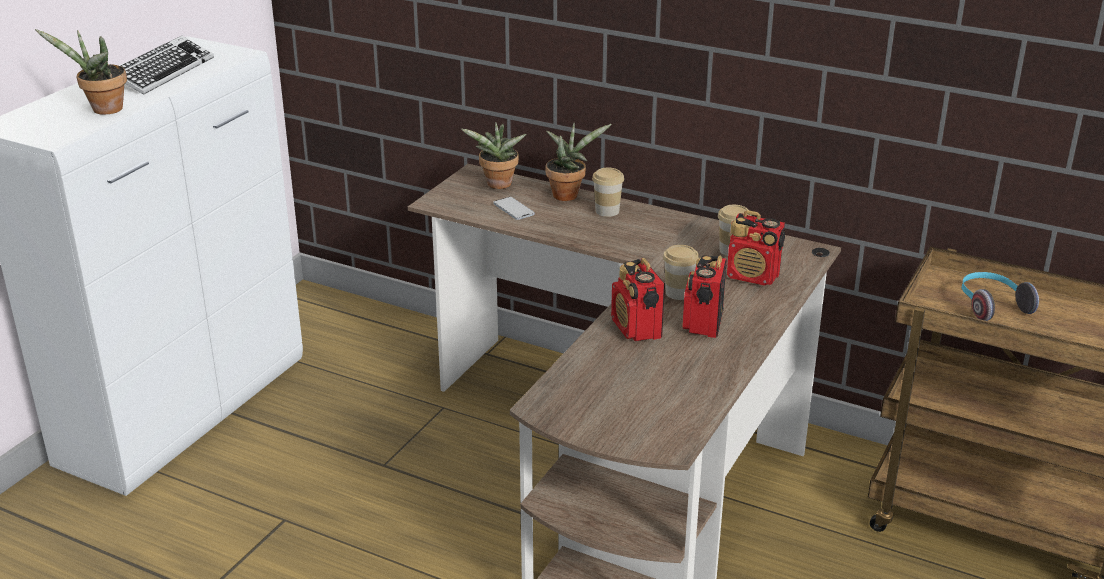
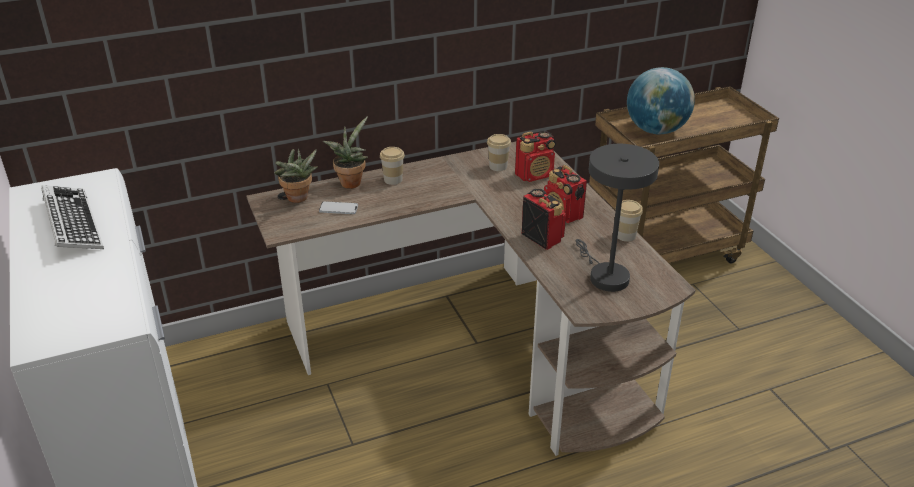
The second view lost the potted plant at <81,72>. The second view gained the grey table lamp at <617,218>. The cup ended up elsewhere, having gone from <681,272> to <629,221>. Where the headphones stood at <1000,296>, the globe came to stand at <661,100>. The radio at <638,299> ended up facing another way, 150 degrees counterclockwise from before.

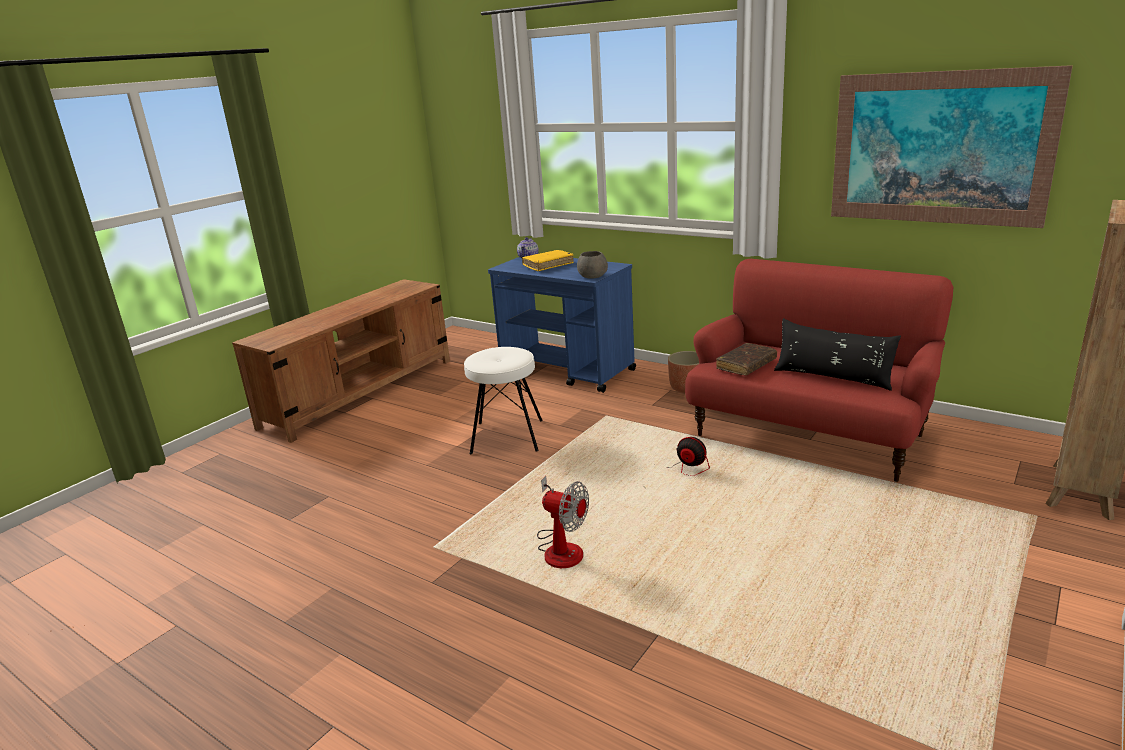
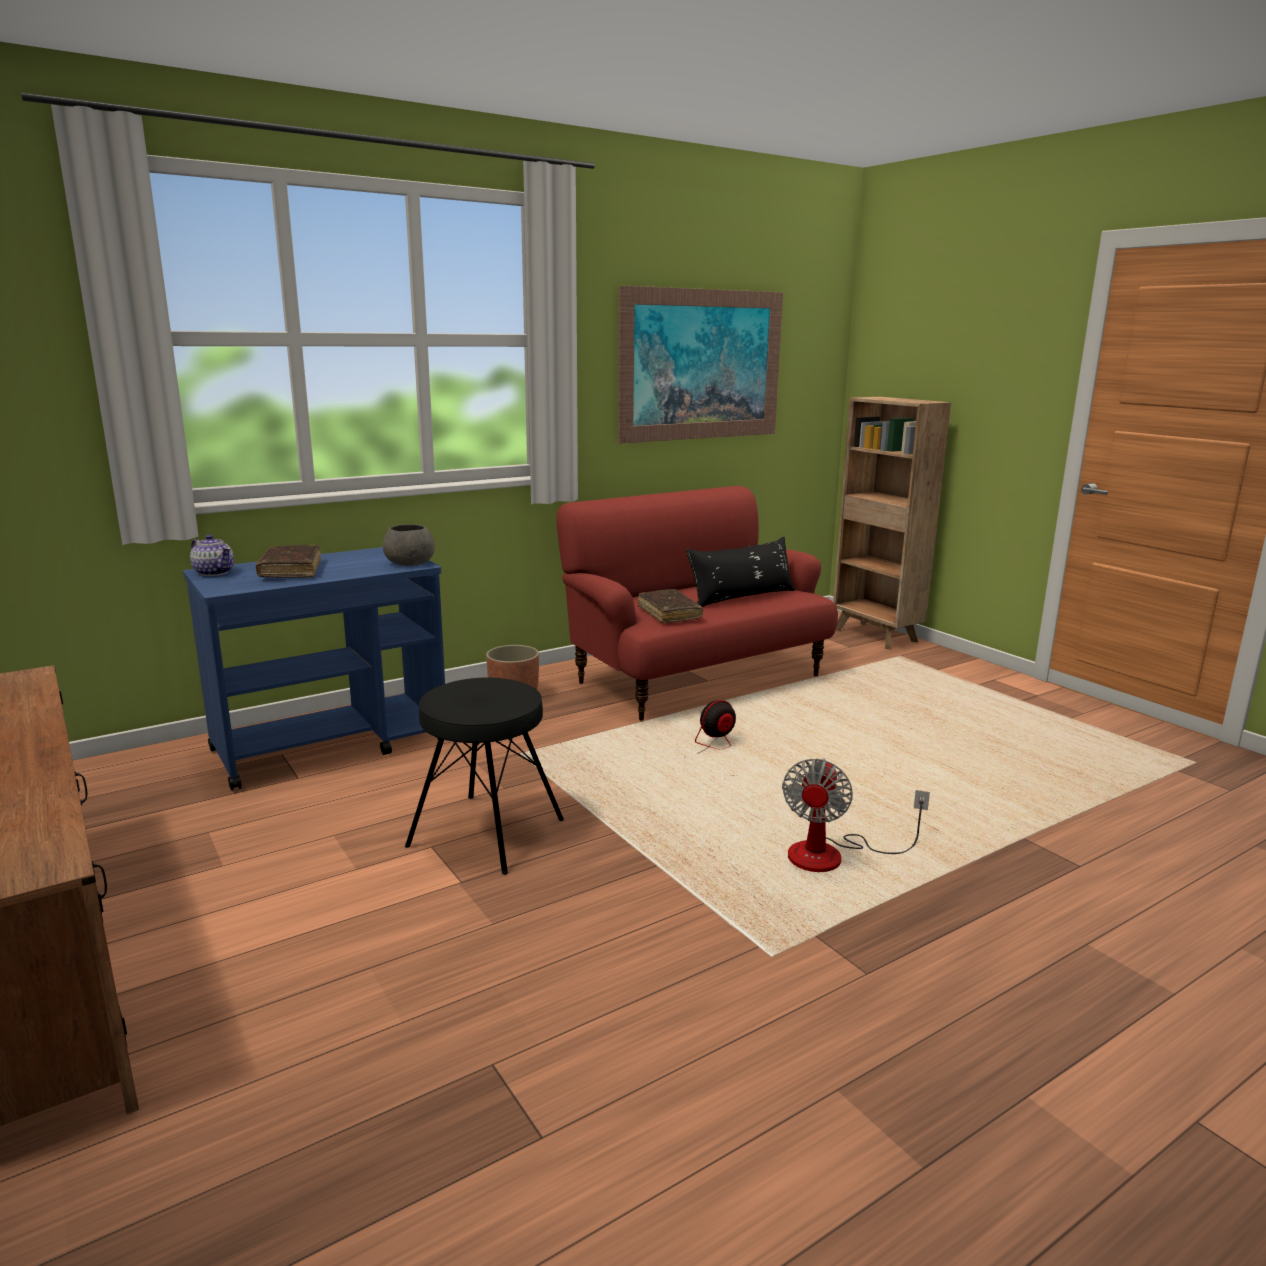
What was the white stool at <503,400> turned into the black stool at <484,776>. What was the yellow book at <548,260> turned into the brown book at <288,561>. The fan at <563,522> ended up facing another way, 150 degrees clockwise from before.

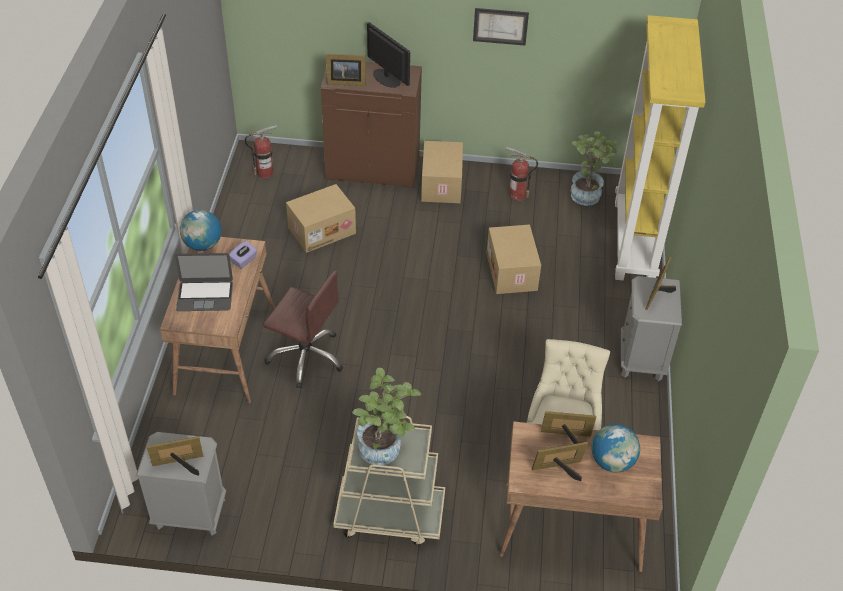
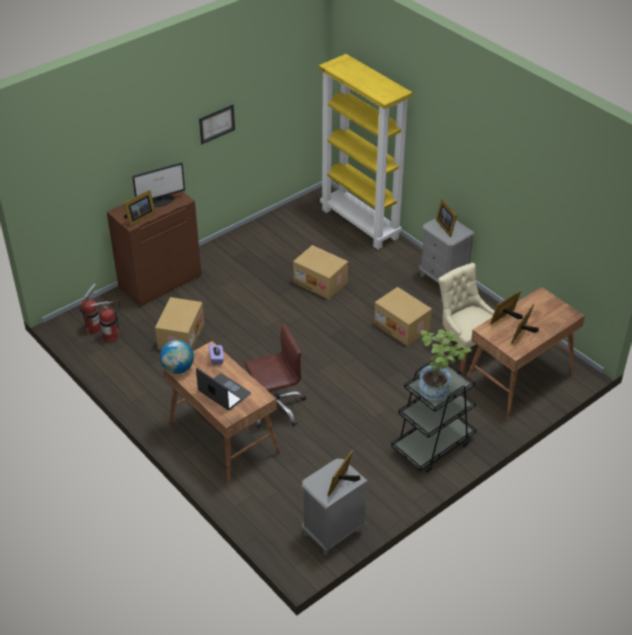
The second view lost the potted plant at <594,169>. The second view lost the globe at <615,448>. The cardboard box ended up elsewhere, having gone from <442,172> to <403,316>. The fire extinguisher ended up elsewhere, having gone from <522,174> to <105,322>. What was the beige cart at <389,480> turned into the black cart at <434,417>. The laptop at <204,282> ended up facing another way, 90 degrees counterclockwise from before. The monitor at <388,55> ended up facing another way, 150 degrees clockwise from before.

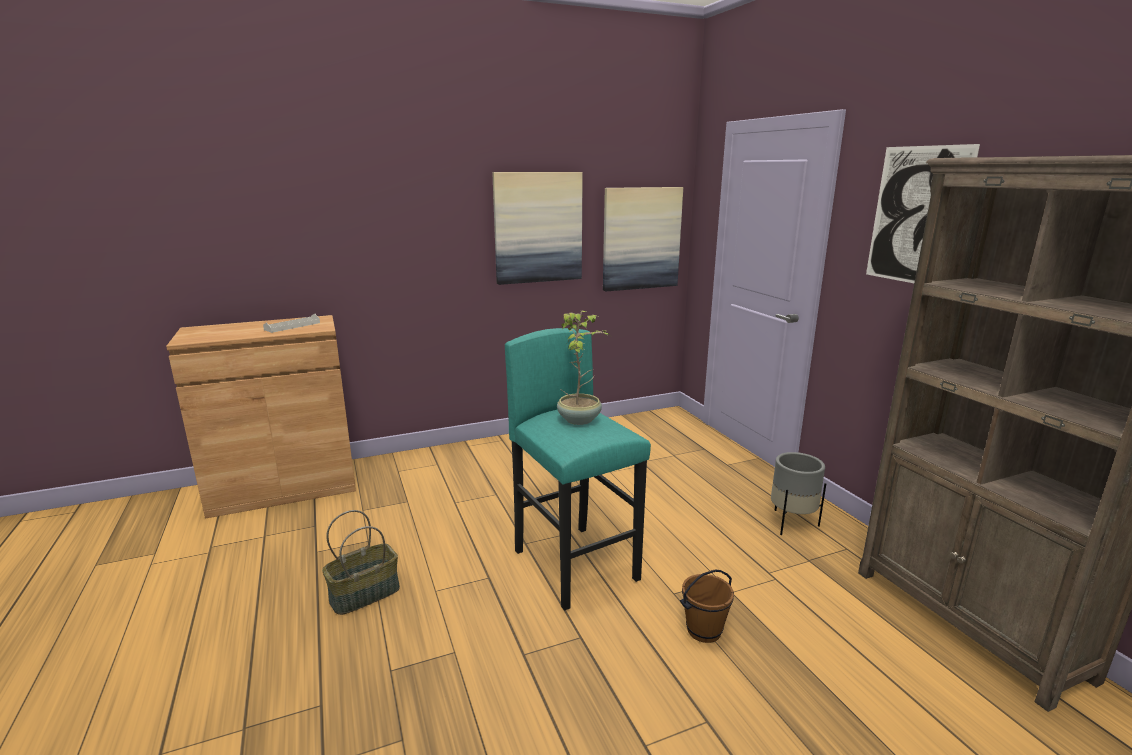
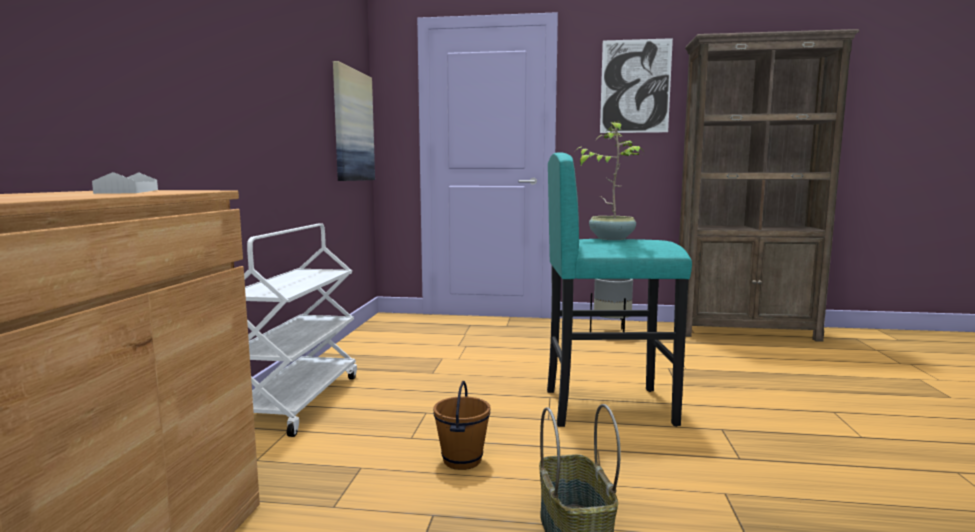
The second view lost the picture at <537,228>. The second view gained the white cart at <300,330>. The brown bucket ended up elsewhere, having gone from <707,606> to <461,425>.

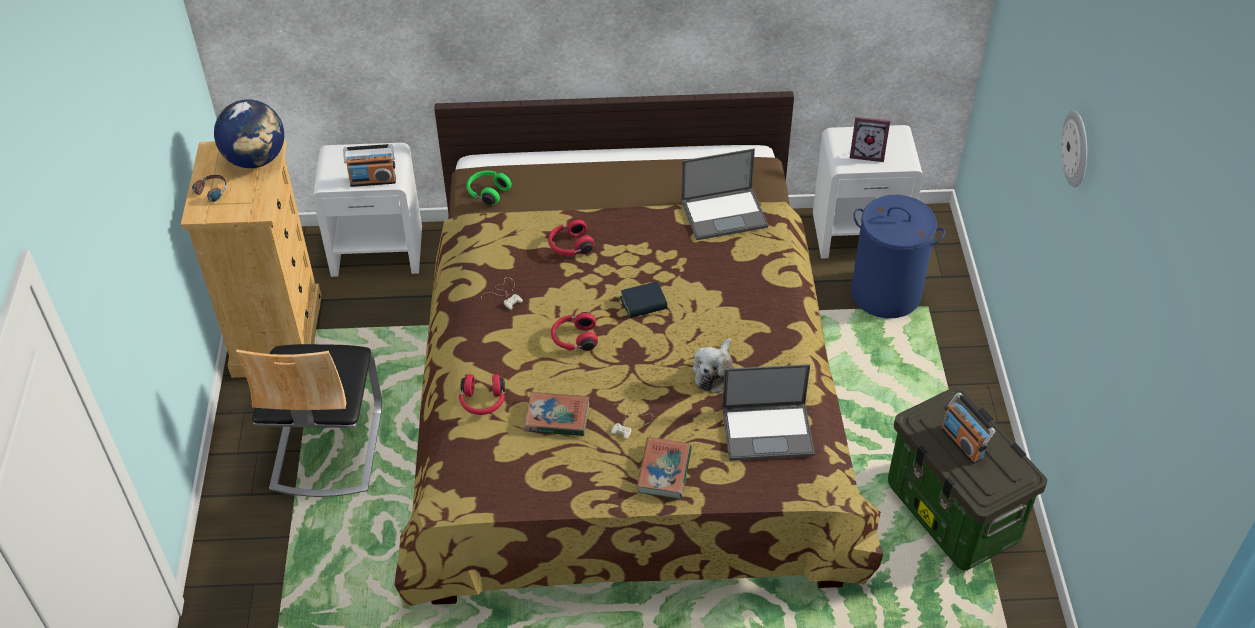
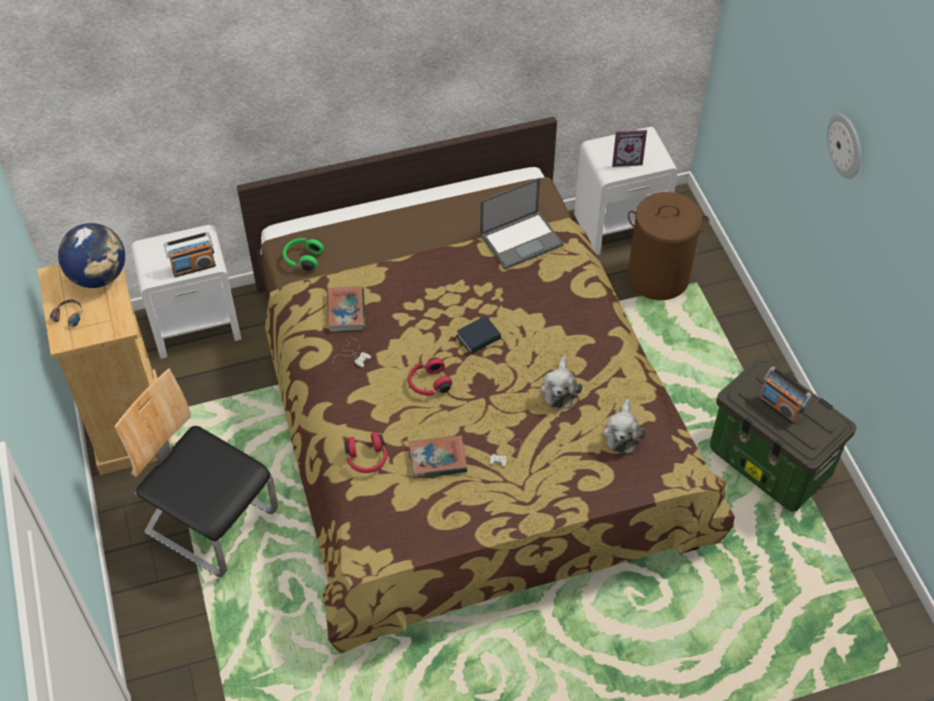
The second view lost the red headphones at <571,237>. The book ended up elsewhere, having gone from <664,468> to <346,309>. Where the laptop stood at <768,412>, the plush toy came to stand at <624,426>. What was the blue laundry basket at <898,256> turned into the brown laundry basket at <668,246>. The chair at <309,420> ended up facing another way, 135 degrees clockwise from before.

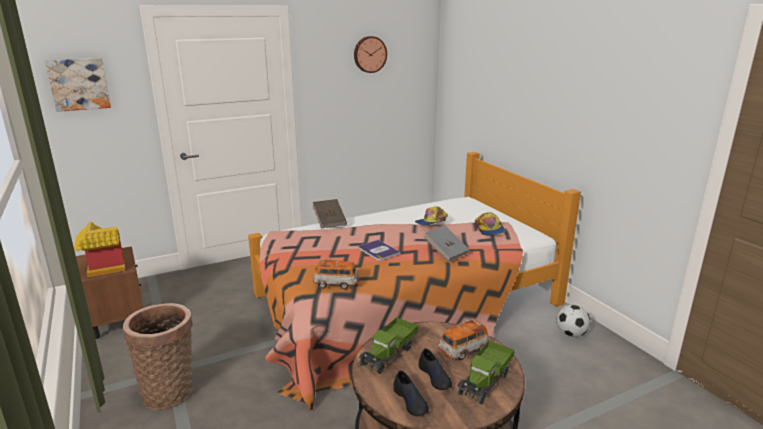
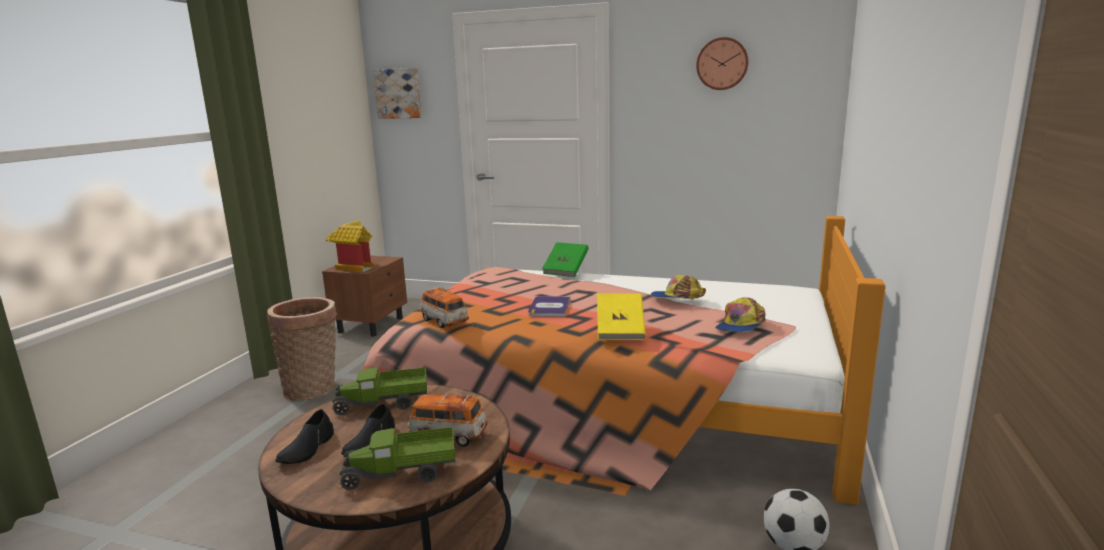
What was the brown book at <330,213> turned into the green book at <565,259>. What was the grey book at <447,244> turned into the yellow book at <621,316>.

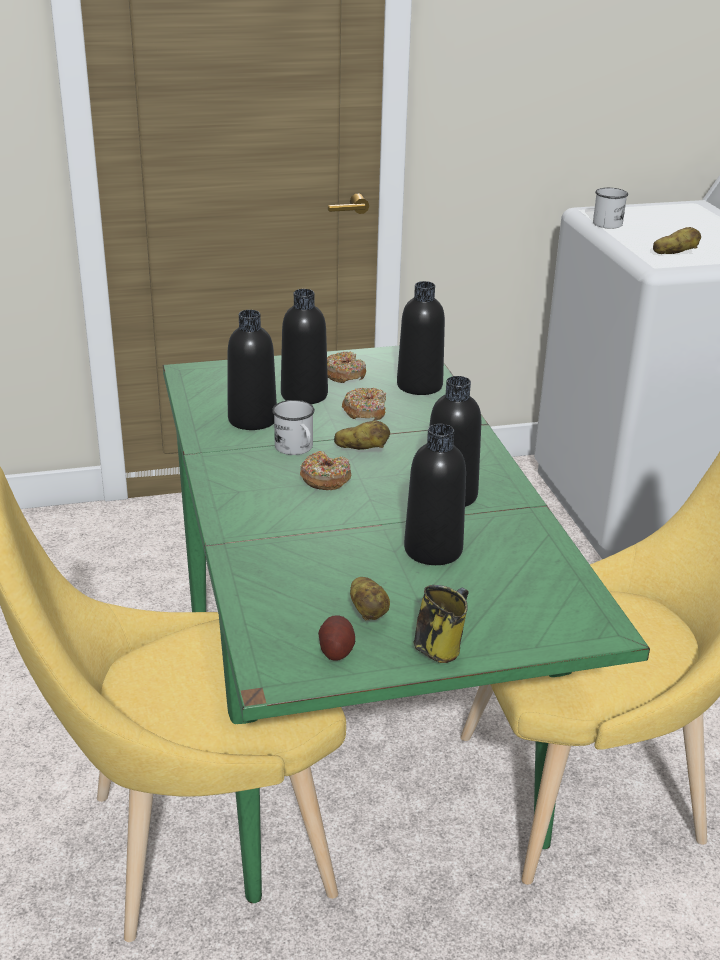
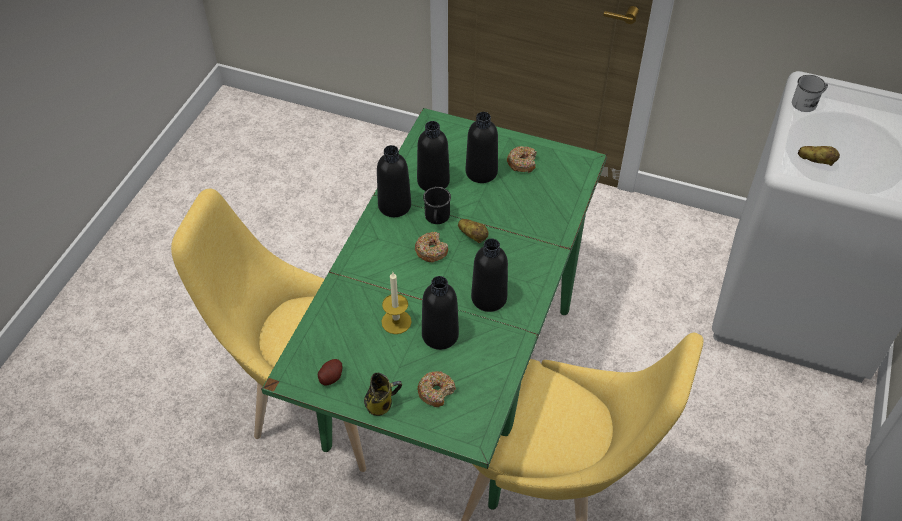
The second view lost the potato at <370,598>. The second view gained the candle at <396,303>. The donut ended up elsewhere, having gone from <364,404> to <436,389>. The black bottle ended up elsewhere, having gone from <421,338> to <394,181>. What was the white mug at <293,427> turned into the black mug at <437,205>.

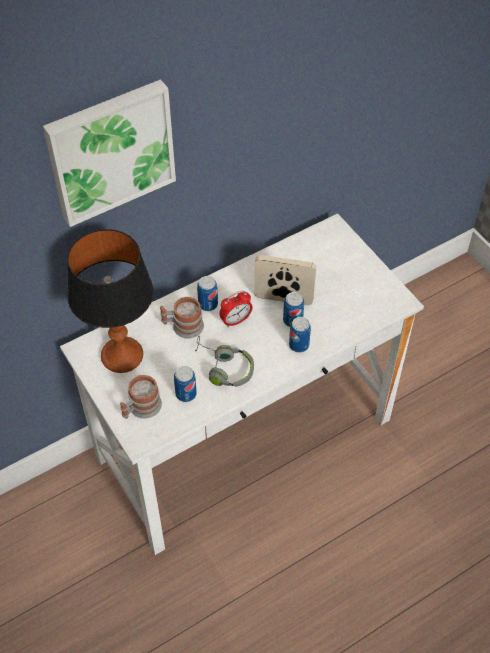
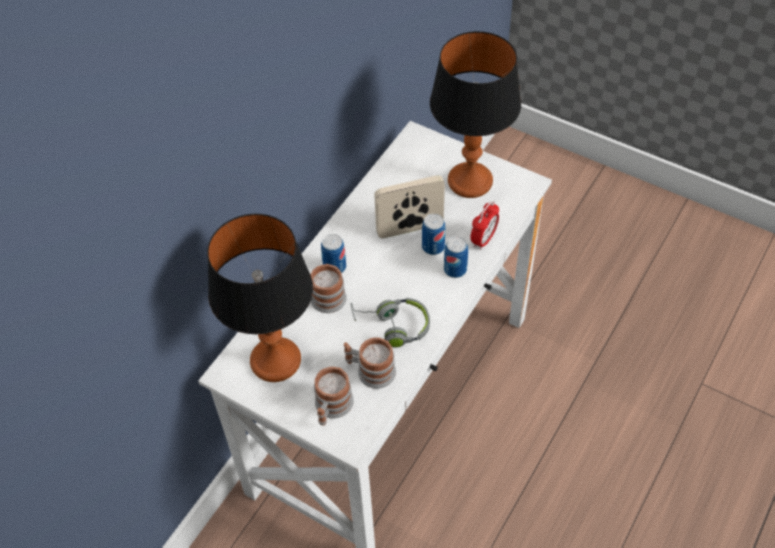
The second view lost the picture at <109,153>. The second view gained the table lamp at <475,114>. The alarm clock ended up elsewhere, having gone from <236,309> to <484,225>. Where the can stood at <185,384>, the mug came to stand at <370,363>.

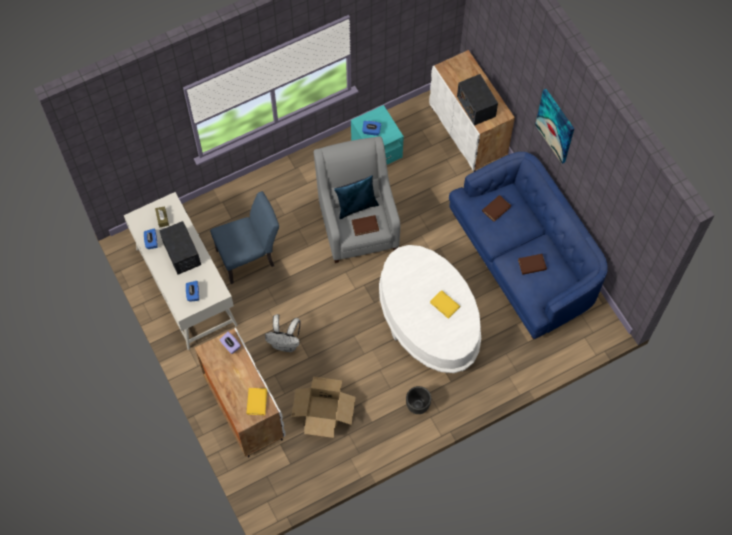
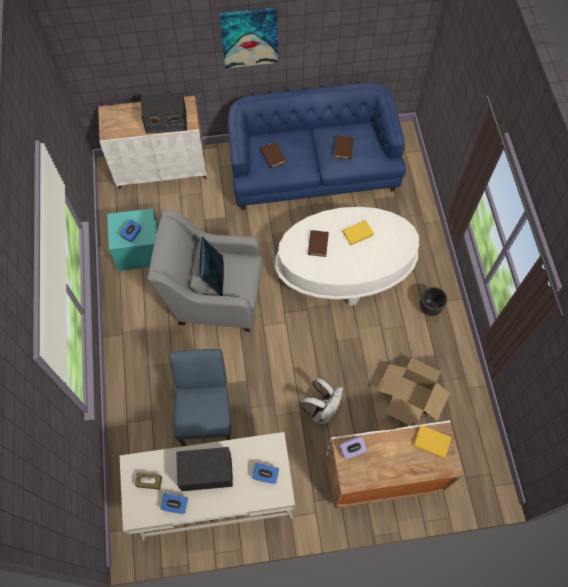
The brown book ended up elsewhere, having gone from <365,225> to <318,243>.

